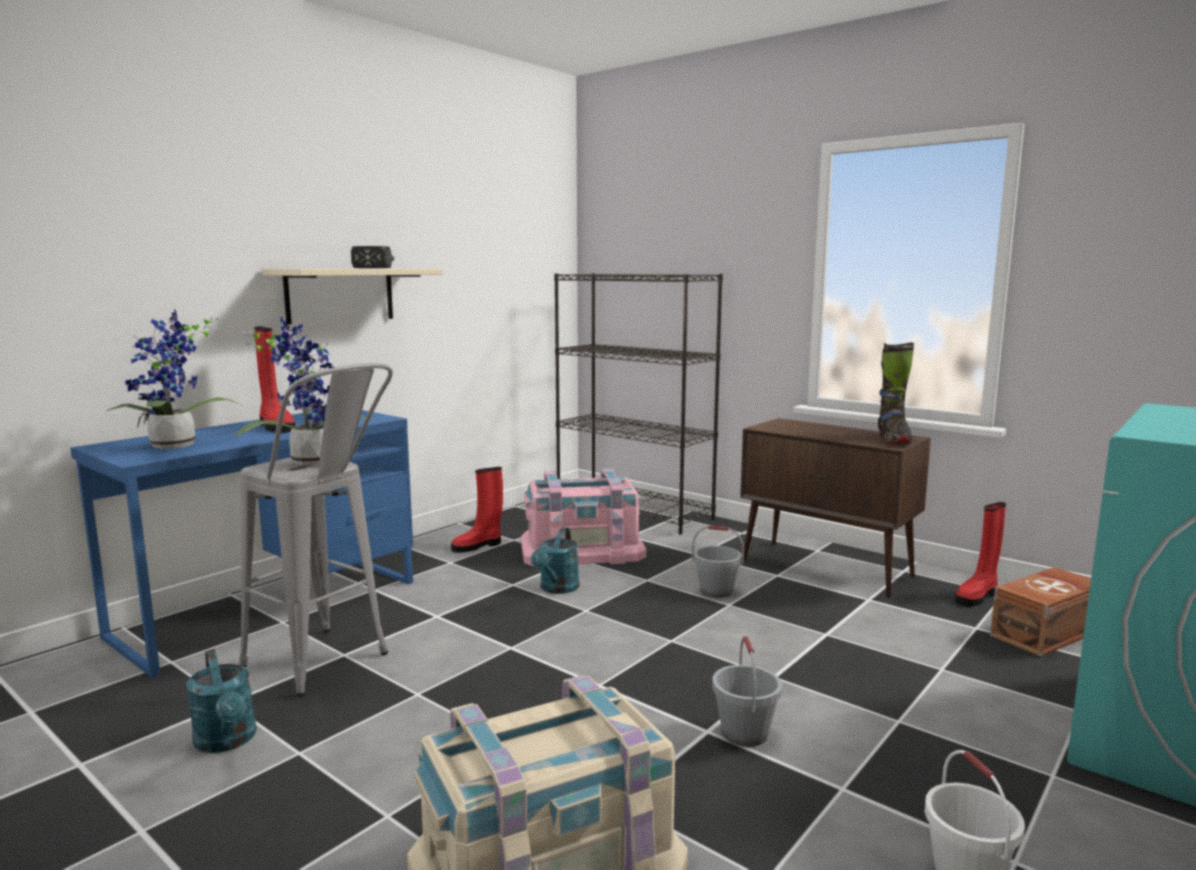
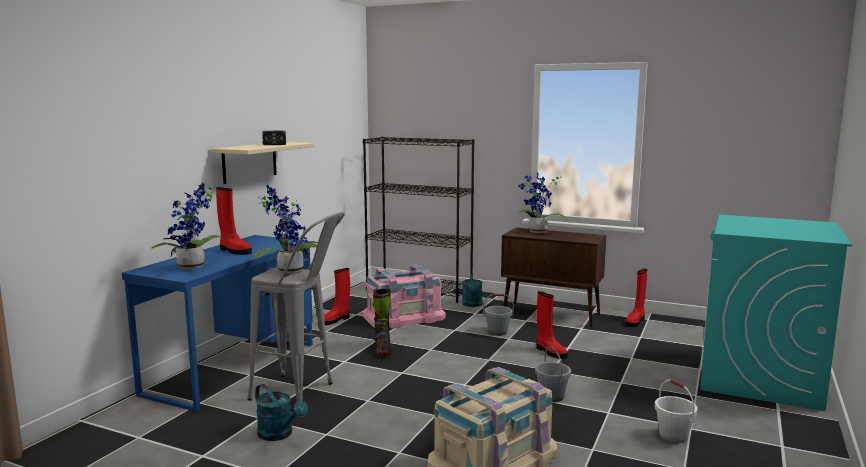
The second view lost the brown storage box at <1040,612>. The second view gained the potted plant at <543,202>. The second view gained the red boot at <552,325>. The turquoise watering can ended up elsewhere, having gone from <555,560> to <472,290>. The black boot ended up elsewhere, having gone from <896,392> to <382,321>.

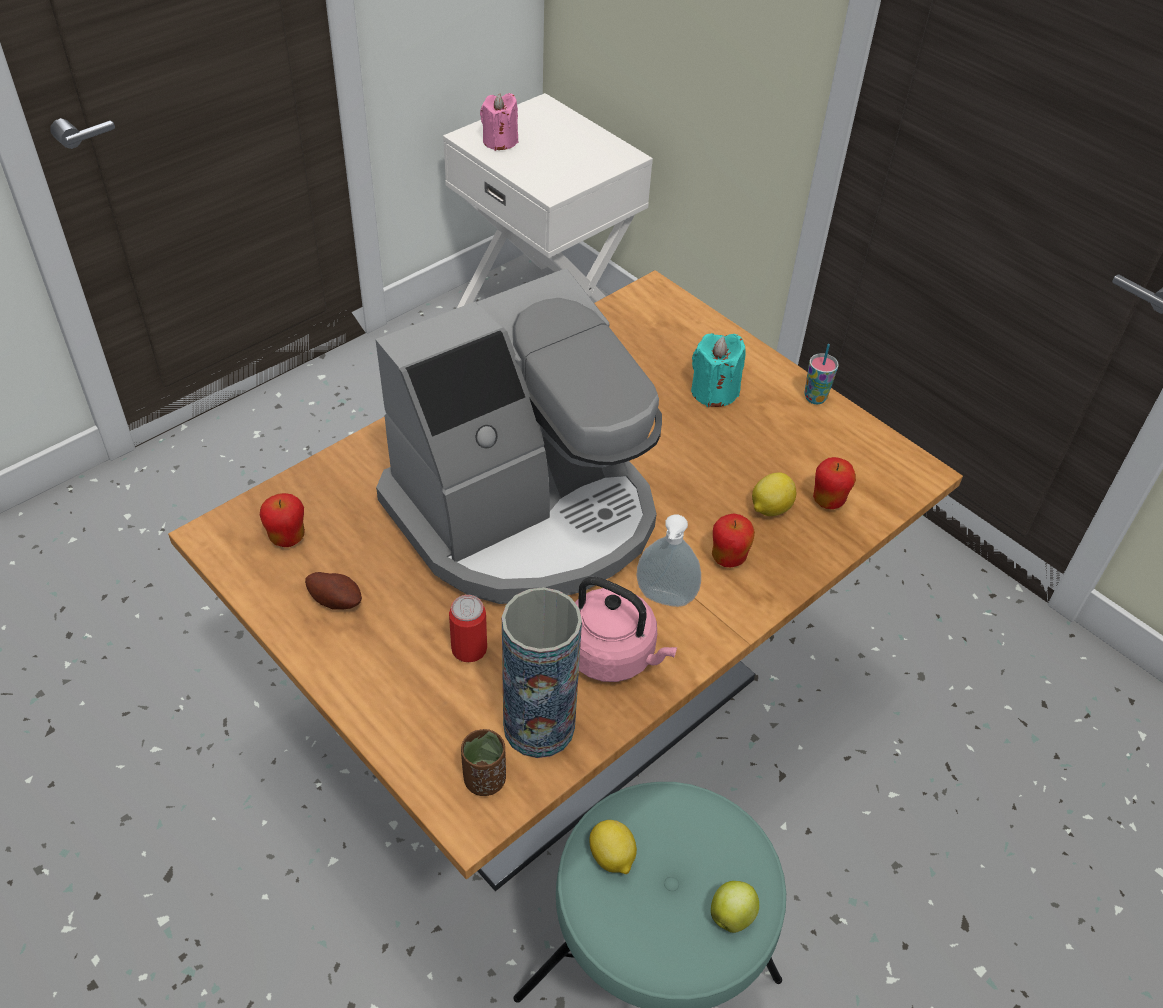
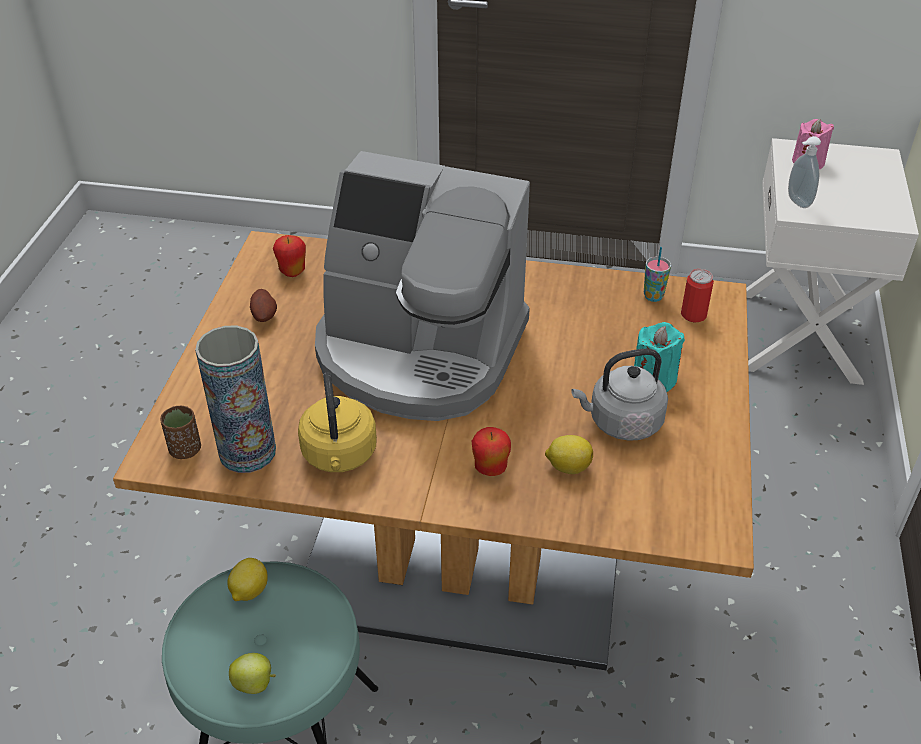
The second view lost the apple at <834,483>. The second view gained the grey kettle at <619,394>. The can ended up elsewhere, having gone from <468,628> to <697,295>. The soap dispenser ended up elsewhere, having gone from <668,560> to <804,172>. The cup ended up elsewhere, having gone from <821,374> to <657,274>. What was the pink kettle at <626,629> turned into the yellow kettle at <337,422>.

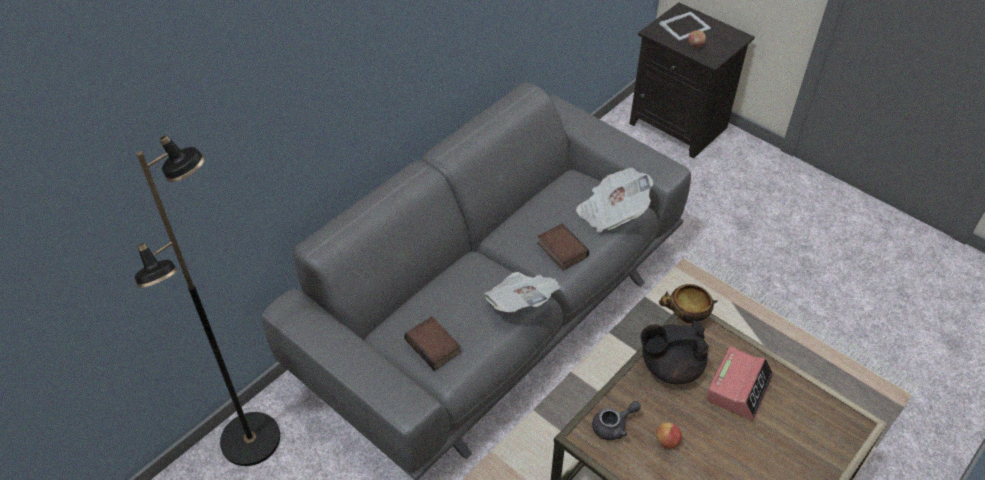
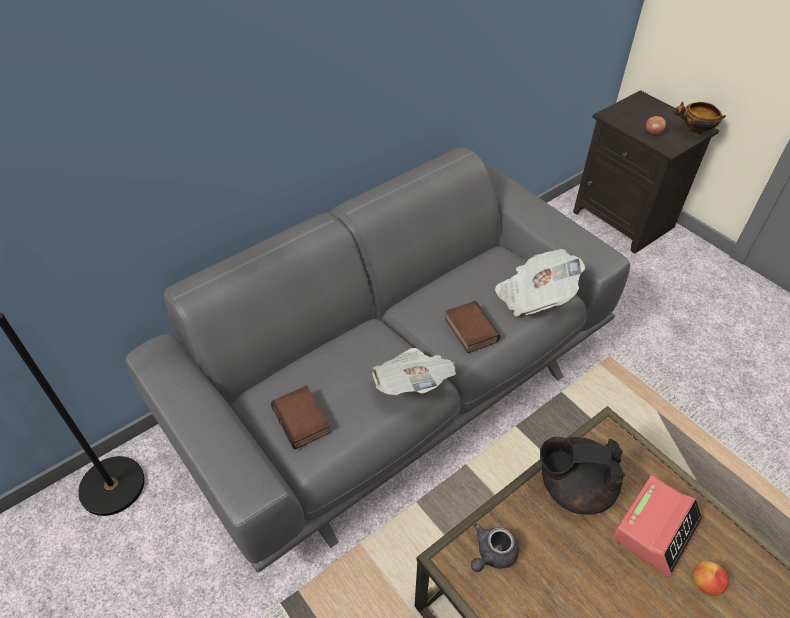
The second view lost the picture frame at <685,26>. The apple ended up elsewhere, having gone from <669,435> to <711,578>. The bowl ended up elsewhere, having gone from <688,303> to <700,119>. The grey teapot at <616,420> ended up facing another way, 150 degrees clockwise from before.

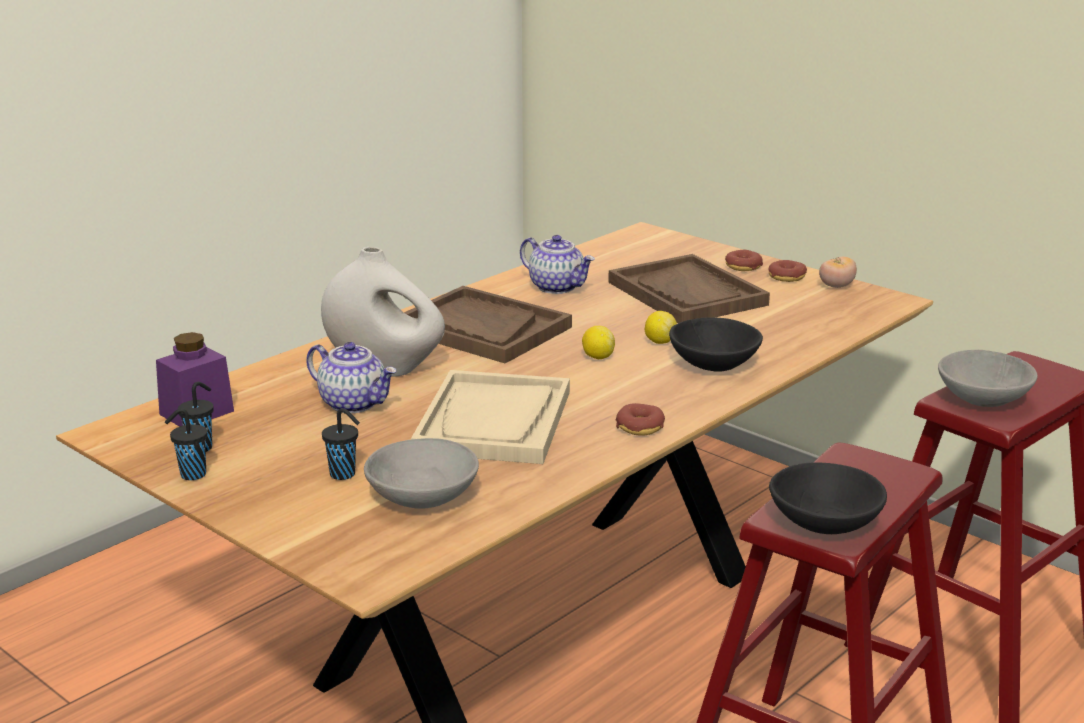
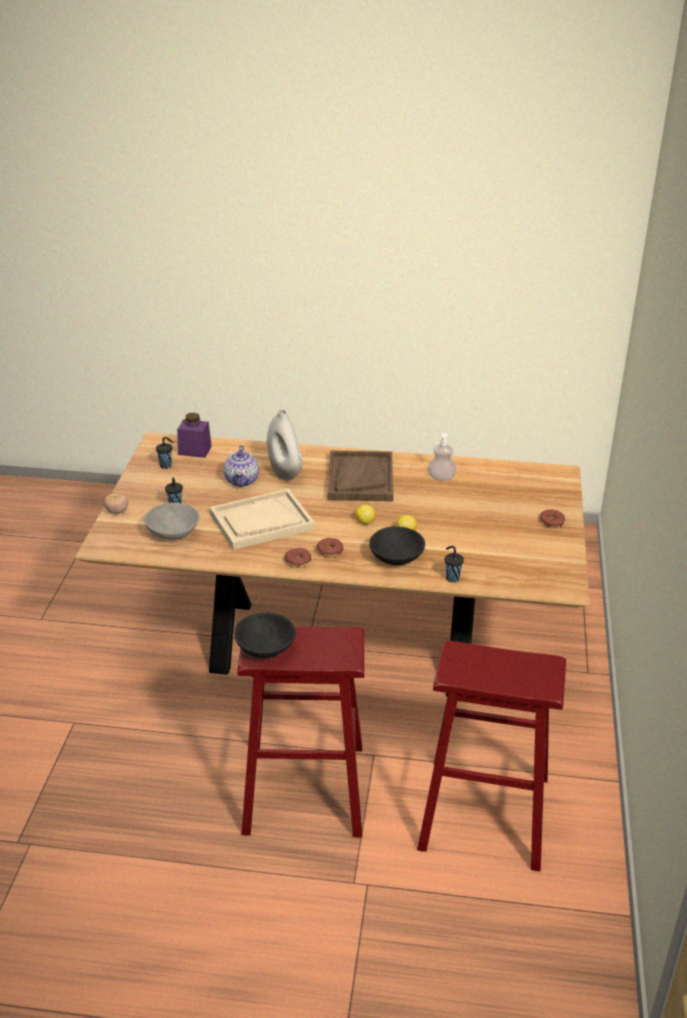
The second view lost the brown tray at <689,288>. The second view lost the grey bowl at <987,378>. The black cup ended up elsewhere, having gone from <186,444> to <454,564>. The donut ended up elsewhere, having gone from <788,271> to <330,547>. The tomato ended up elsewhere, having gone from <838,272> to <116,504>. Where the teapot stood at <557,264>, the soap dispenser came to stand at <442,457>.

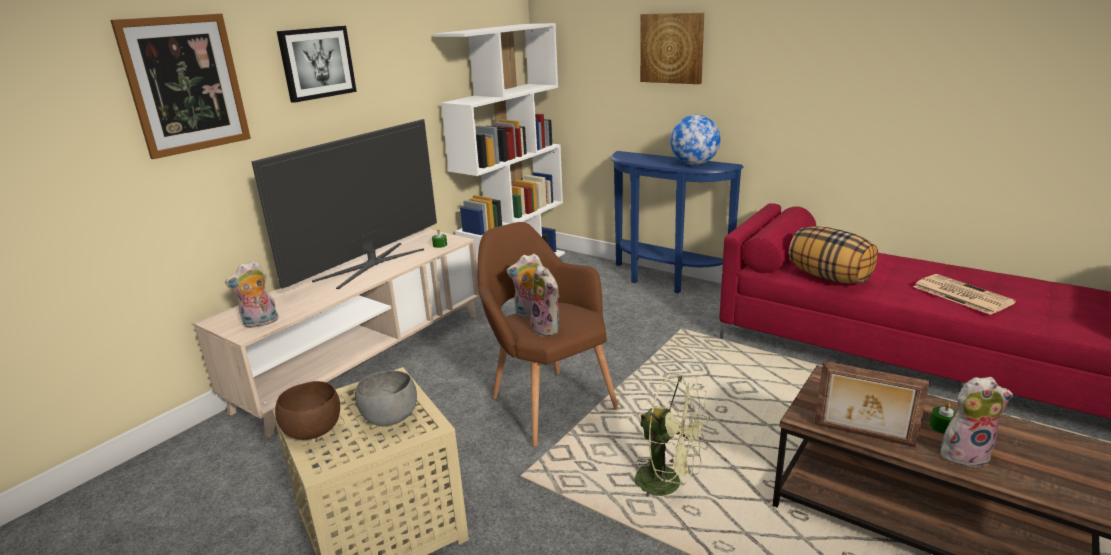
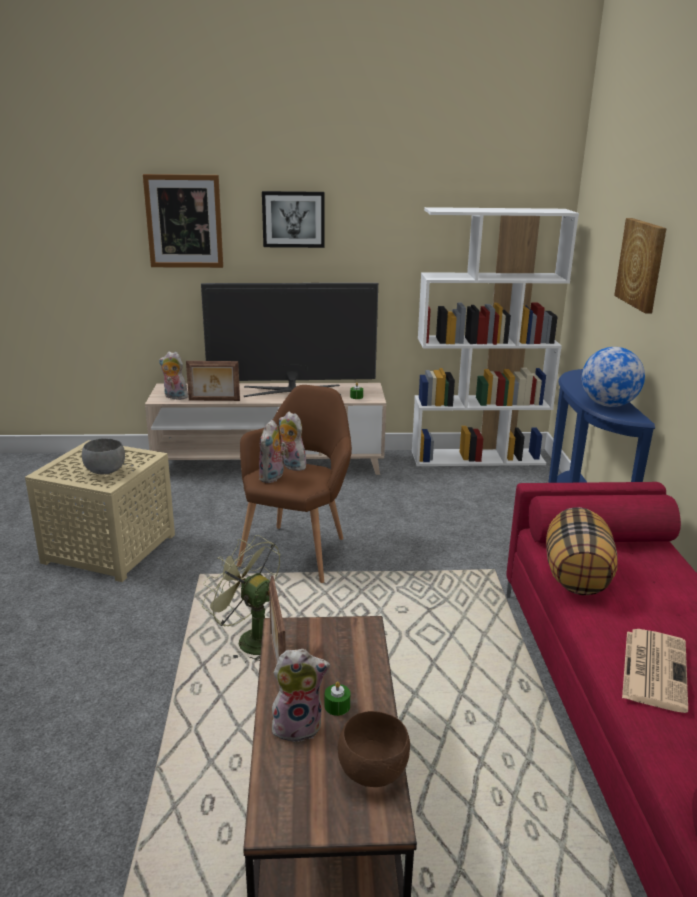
The second view gained the picture frame at <213,381>. The brown bowl ended up elsewhere, having gone from <307,410> to <374,749>. The green fan at <672,436> ended up facing another way, 135 degrees clockwise from before. The plush toy at <977,422> ended up facing another way, 60 degrees counterclockwise from before.

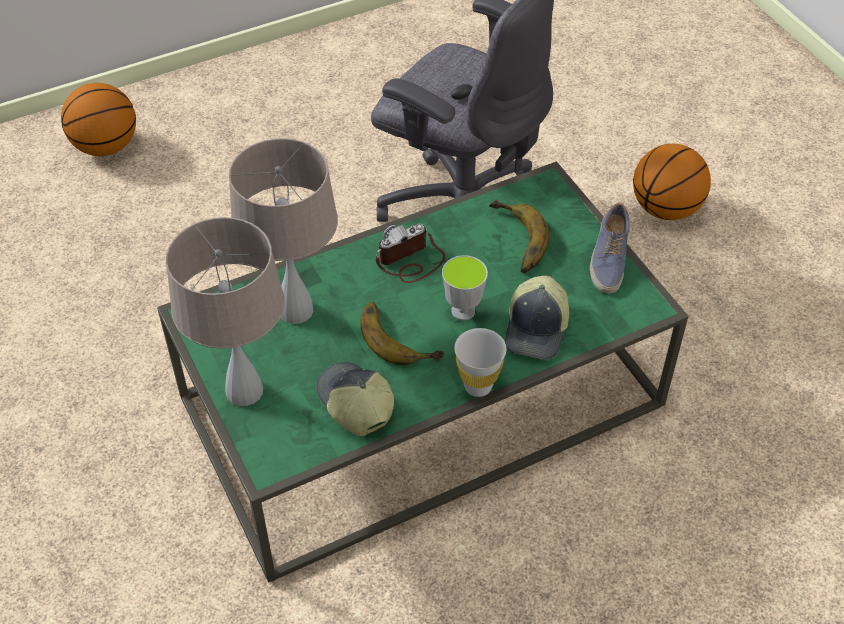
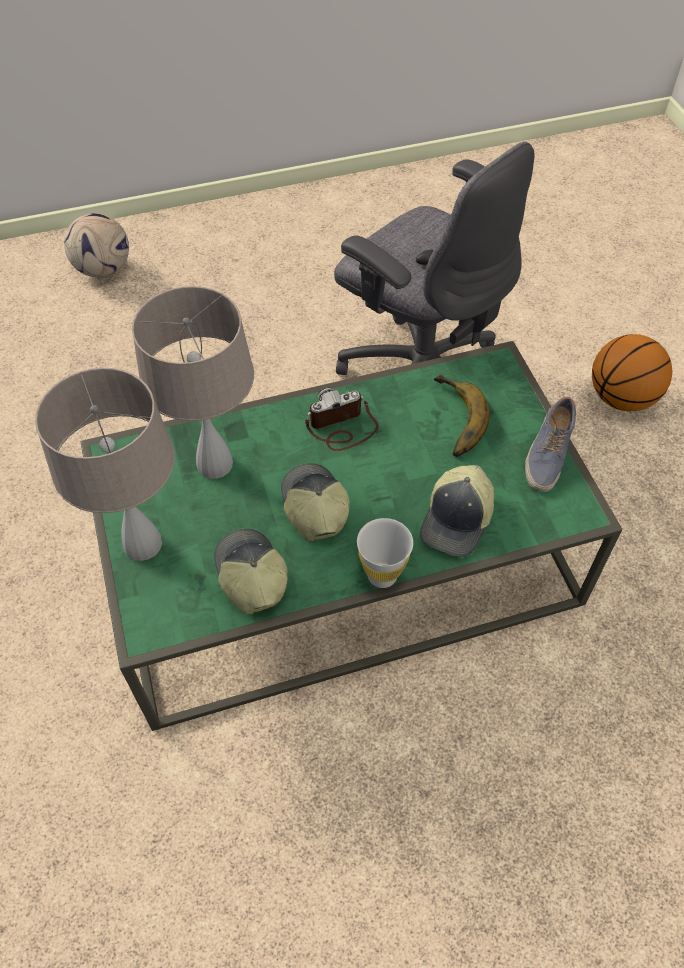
The second view lost the cup at <465,287>. Where the basketball stood at <98,119>, the football came to stand at <96,245>. Where the banana stood at <402,333>, the cap came to stand at <315,502>.

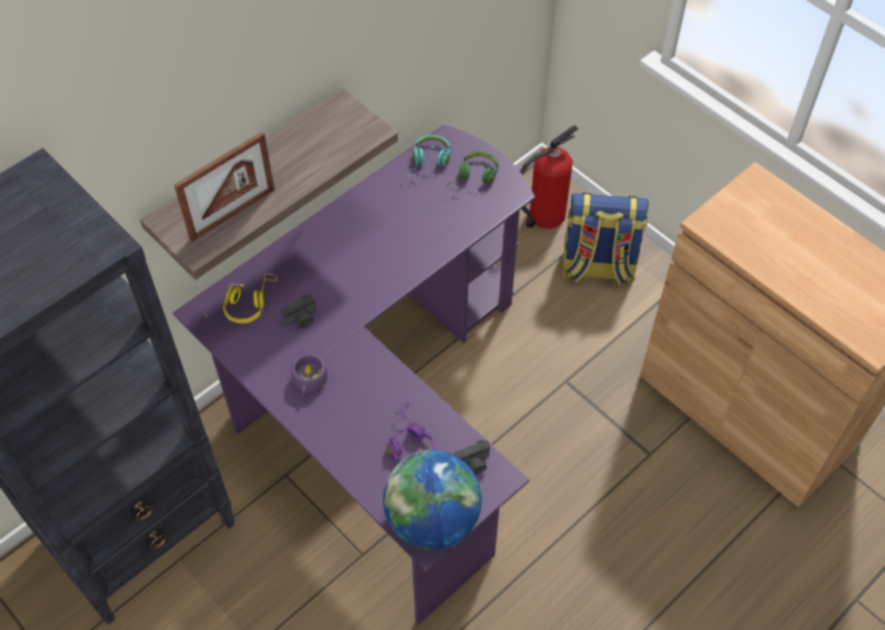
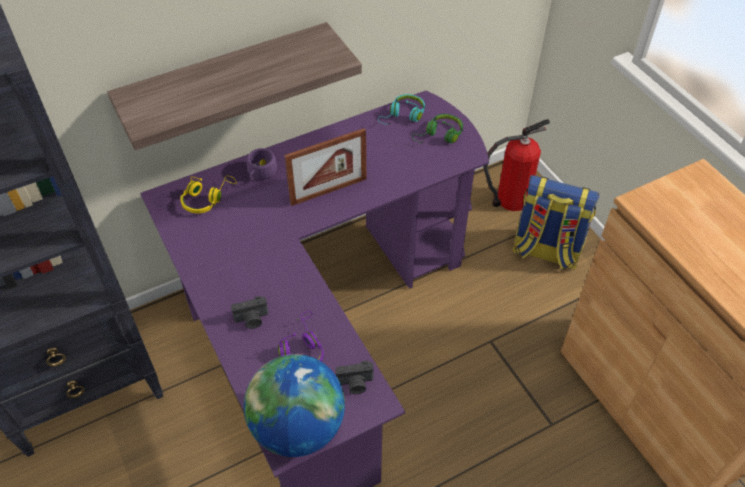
The picture frame ended up elsewhere, having gone from <224,187> to <325,167>. The photo camera ended up elsewhere, having gone from <298,311> to <250,312>. The purple cup ended up elsewhere, having gone from <310,375> to <262,164>.

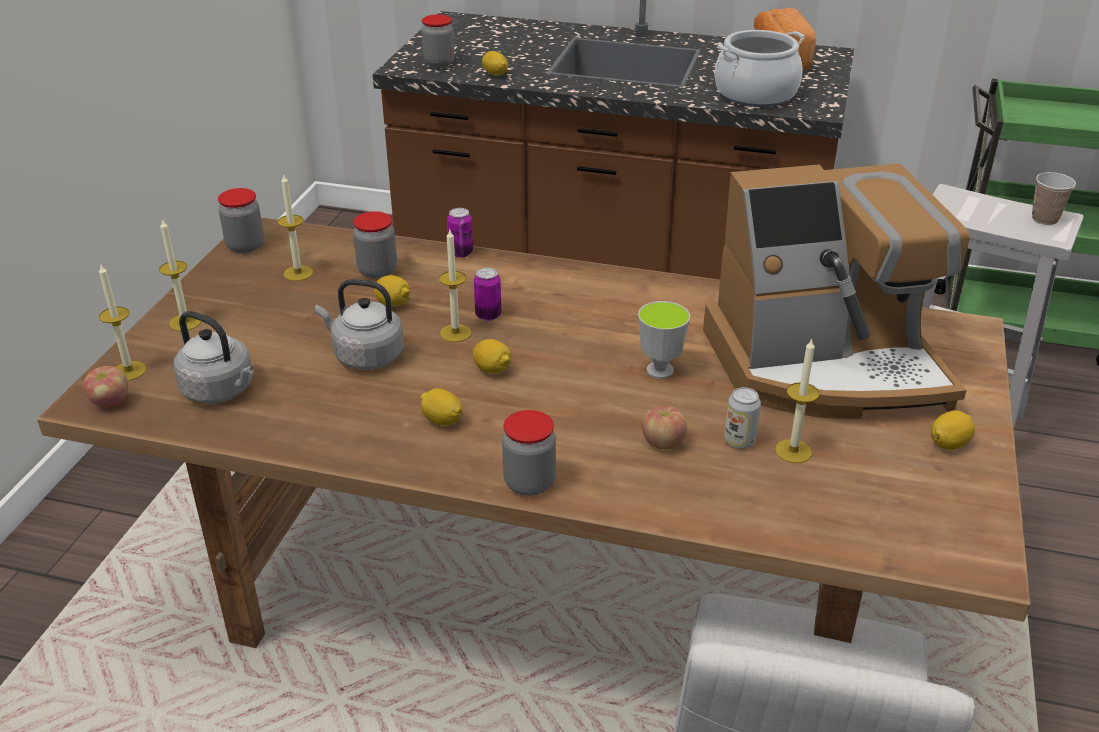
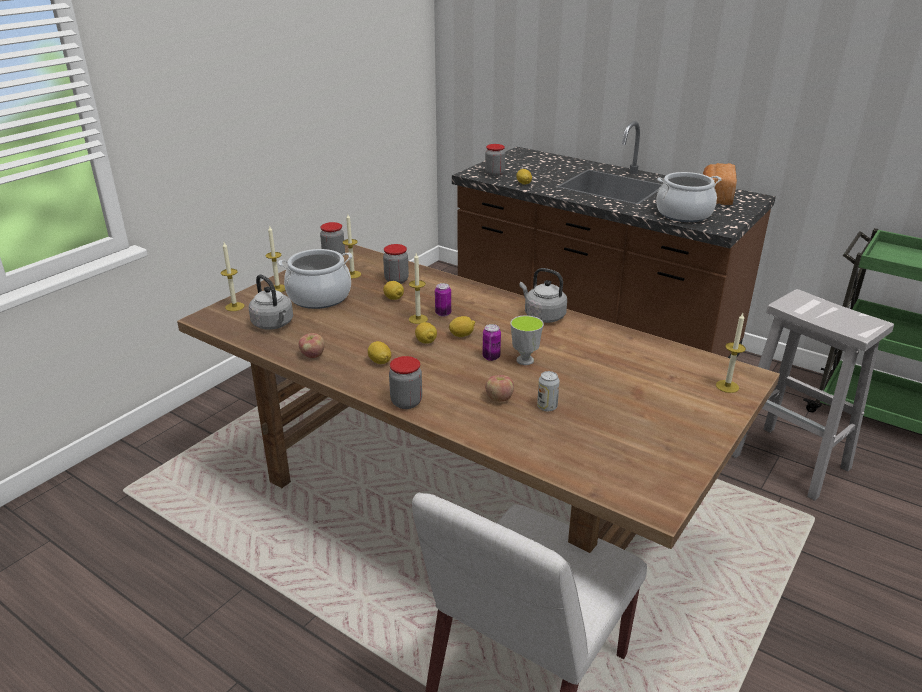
The second view lost the coffee machine at <836,291>. The second view lost the cup at <1054,198>. The second view gained the cooking pot at <315,279>. The apple ended up elsewhere, having gone from <105,386> to <312,345>. The grey kettle ended up elsewhere, having gone from <359,324> to <543,295>. The can ended up elsewhere, having gone from <460,232> to <491,342>. The candle ended up elsewhere, having gone from <797,401> to <731,353>. The lemon ended up elsewhere, having gone from <953,430> to <462,326>.

